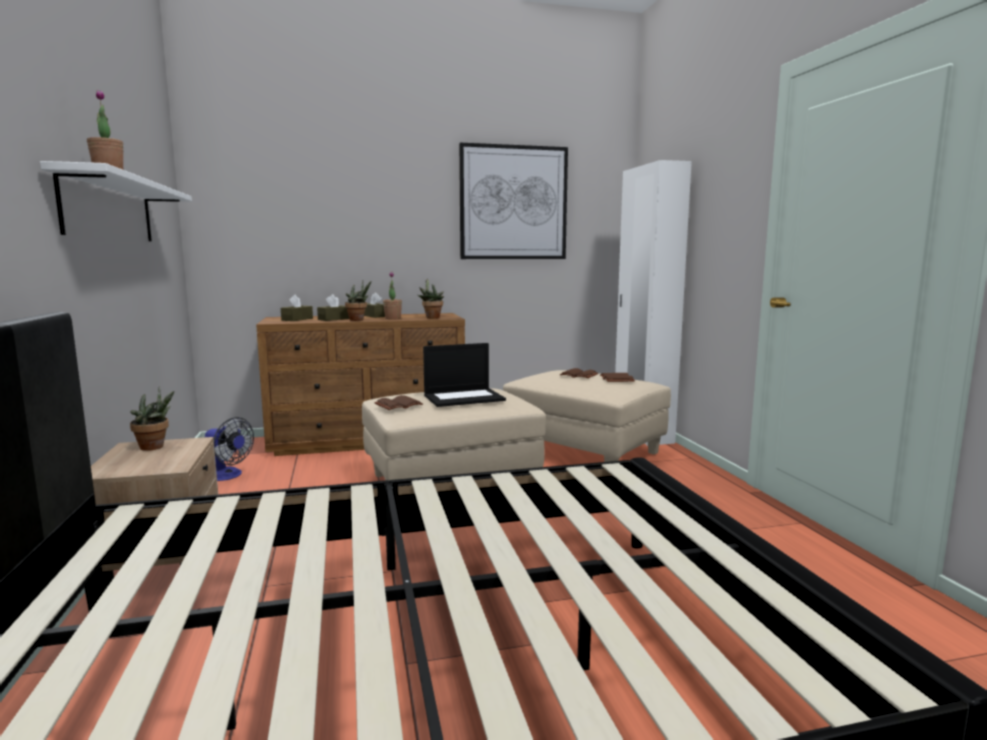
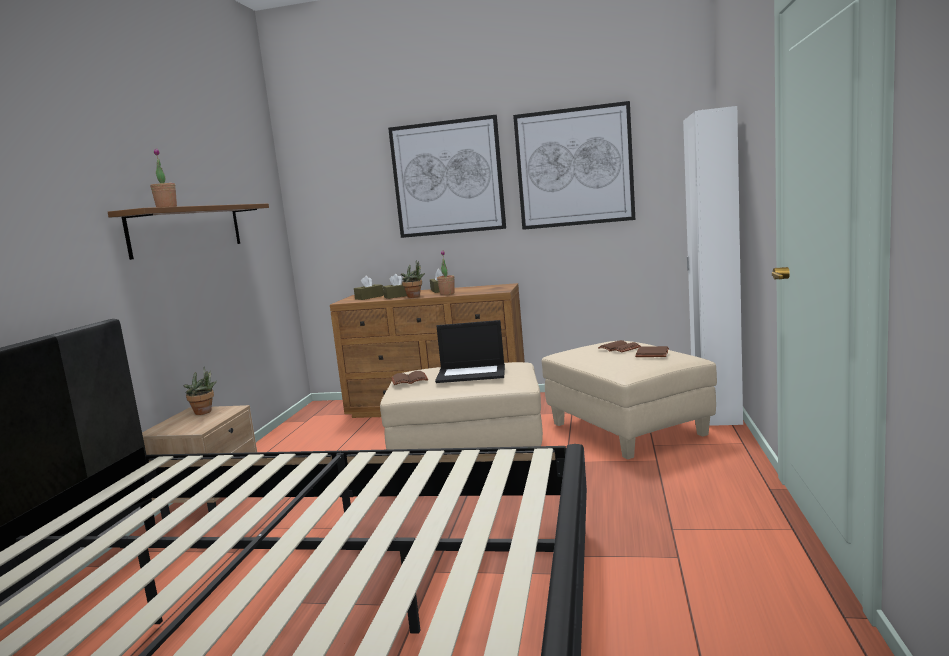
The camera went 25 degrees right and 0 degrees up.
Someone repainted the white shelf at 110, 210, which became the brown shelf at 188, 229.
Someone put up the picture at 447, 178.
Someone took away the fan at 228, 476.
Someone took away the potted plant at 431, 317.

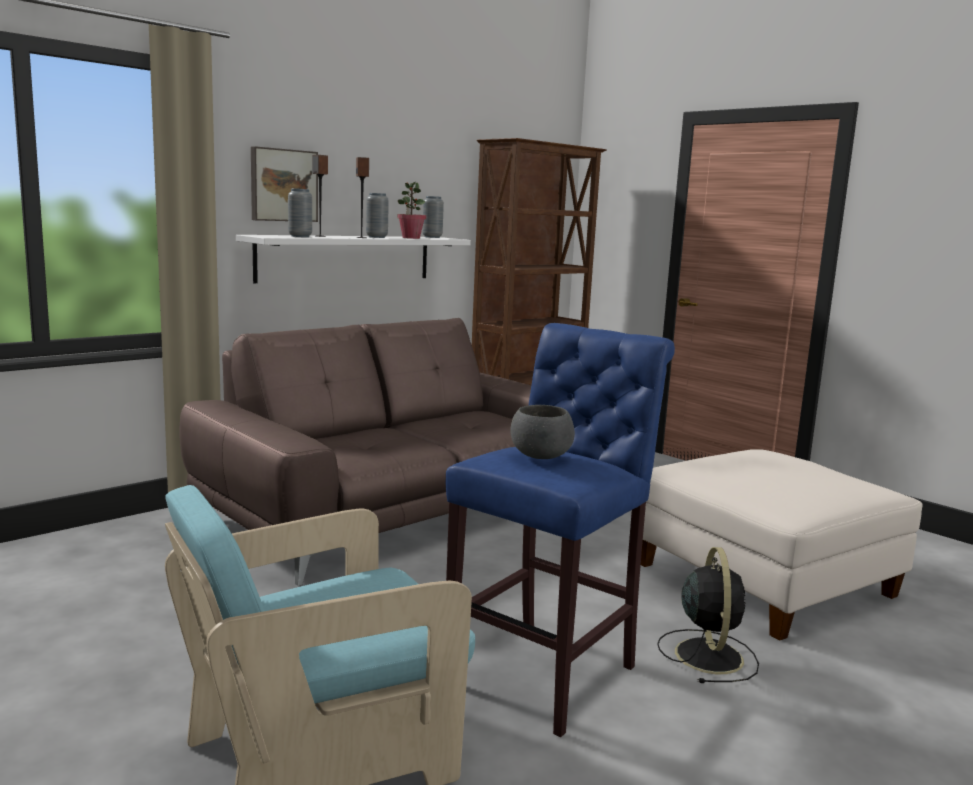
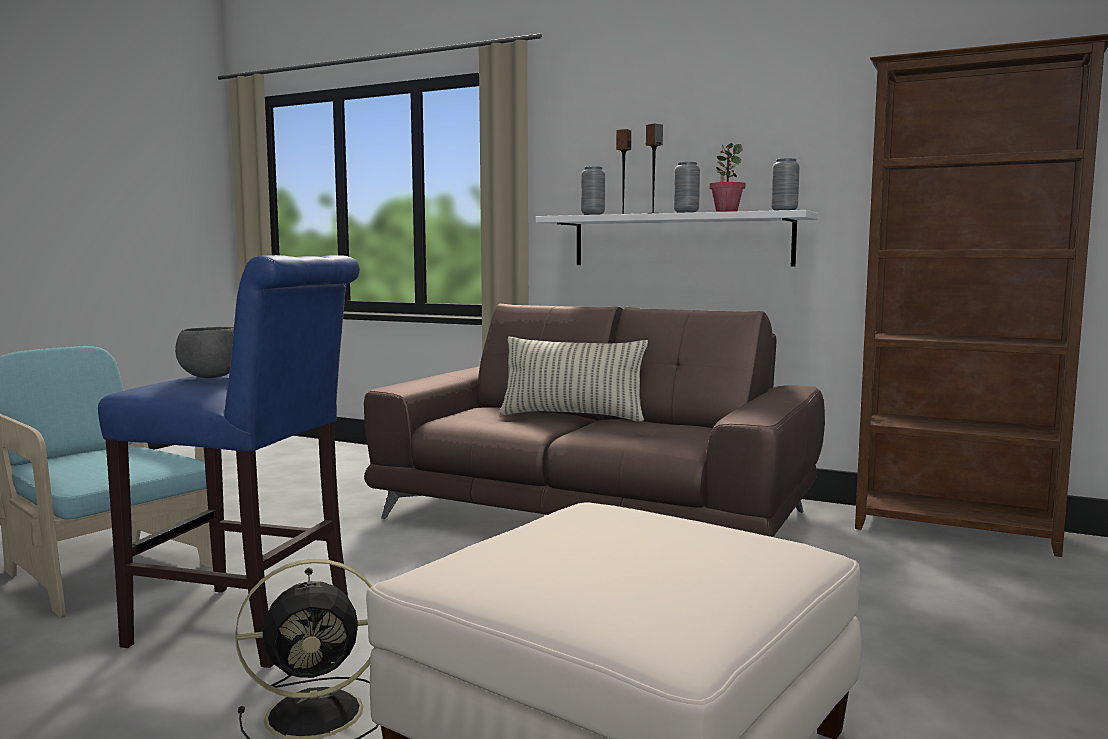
The camera went 70 degrees right and 5 degrees down.
Someone put down the pillow at 572, 416.
Someone took away the picture at 283, 185.

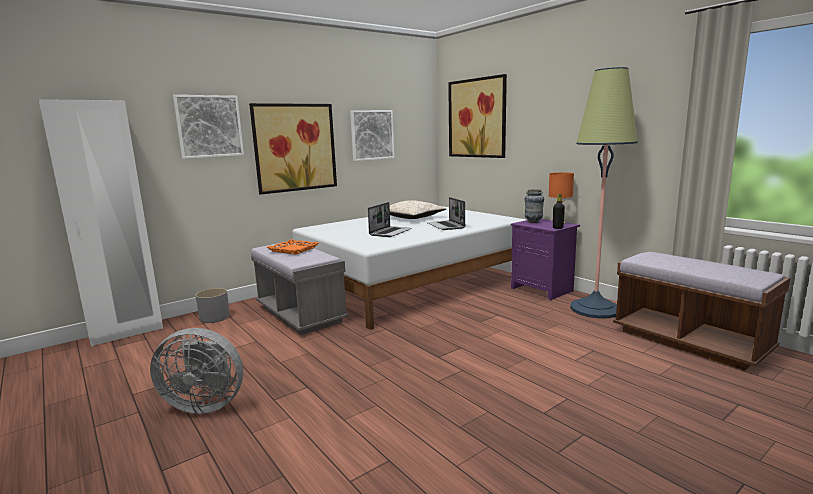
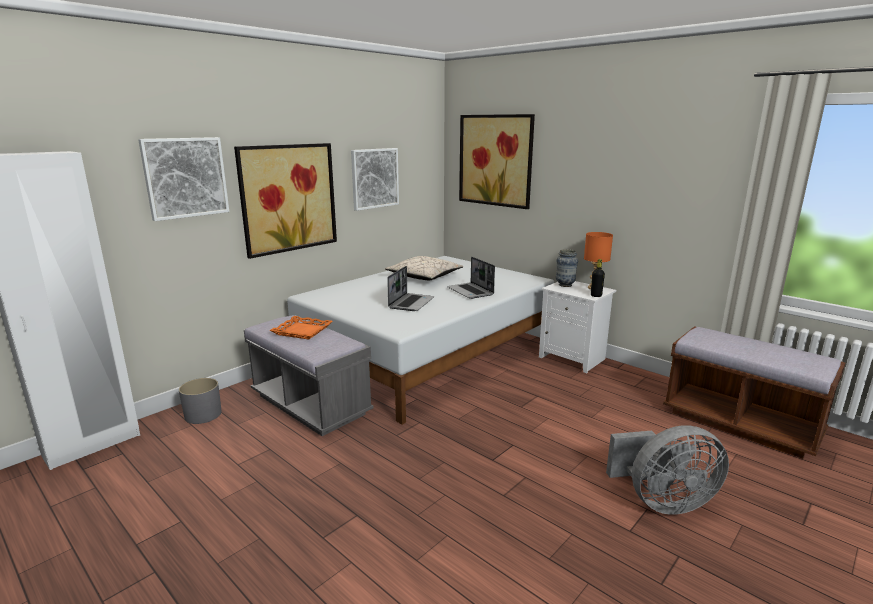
The camera went 10 degrees left and 5 degrees up.
Someone repainted the purple nightstand at 543, 290, which became the white nightstand at 573, 358.
Someone carried the grey fan from 205, 404 to 662, 501.
Someone took away the floor lamp at 595, 309.

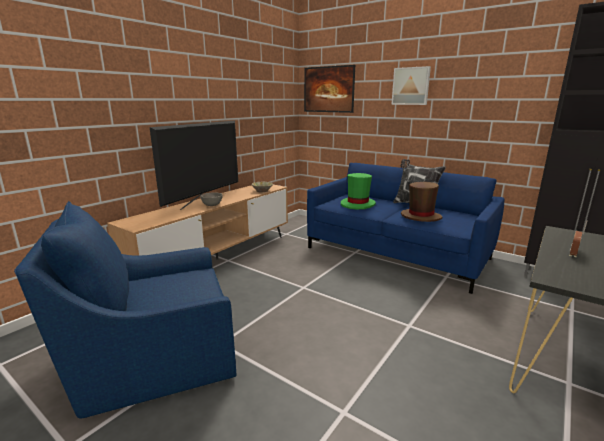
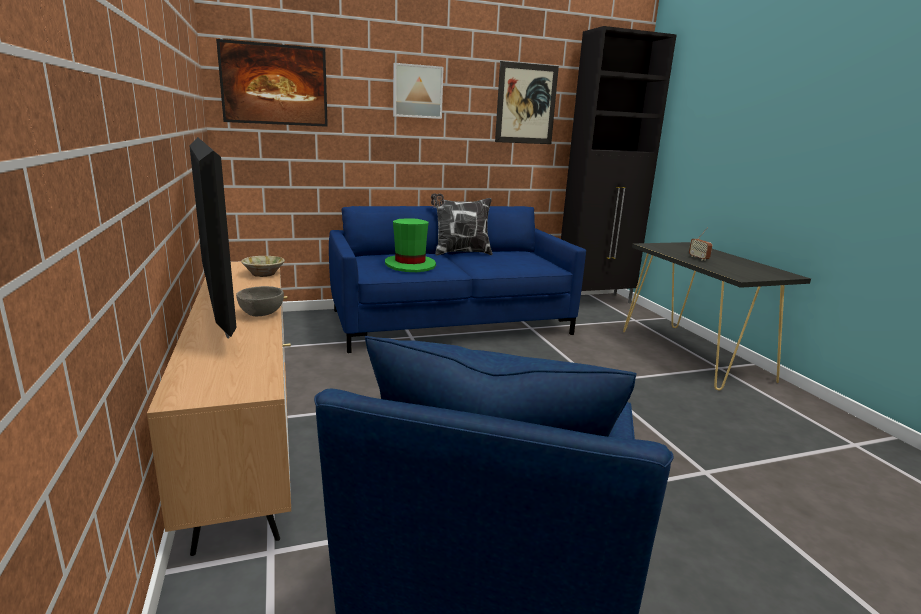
The camera went 55 degrees left and 0 degrees up.
Someone put up the picture at 526, 104.
Someone took away the brown hat at 420, 217.

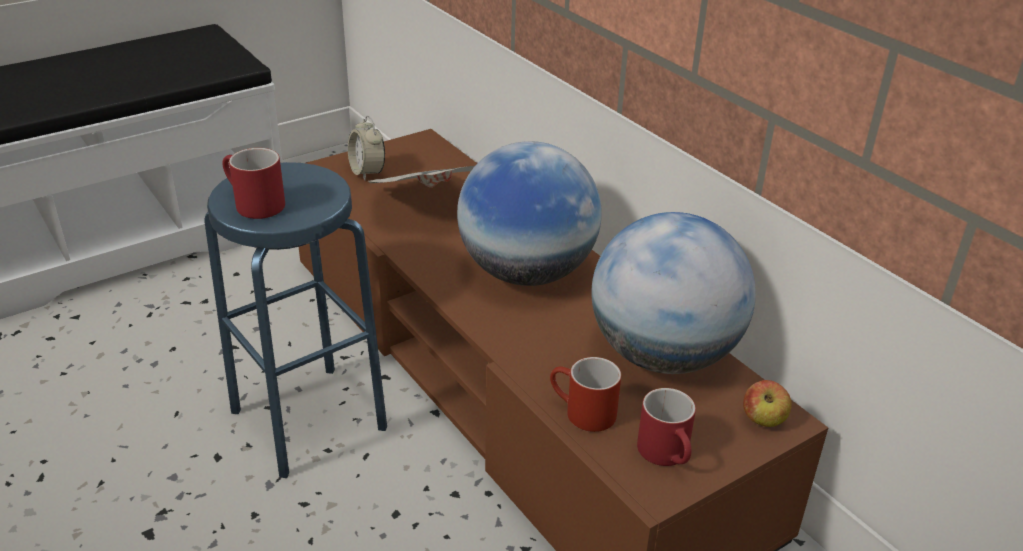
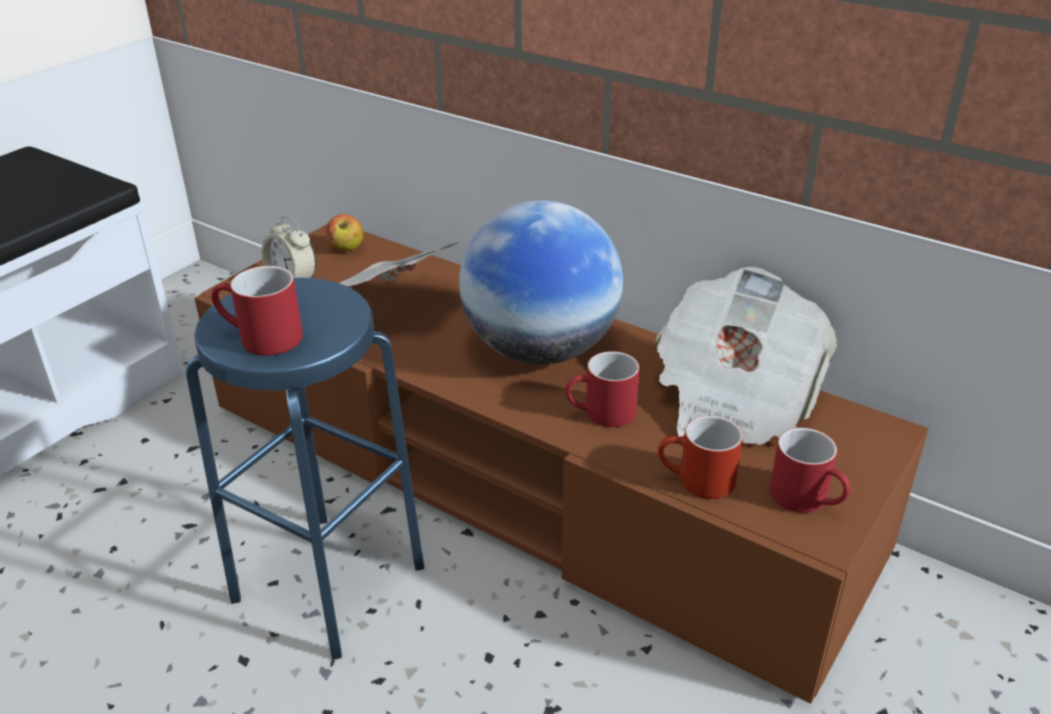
The camera went 20 degrees left and 0 degrees up.
Someone carried the apple from 763, 420 to 346, 248.
Someone put down the red mug at 601, 414.
Someone swapped the globe at 663, 355 for the newspaper at 733, 399.

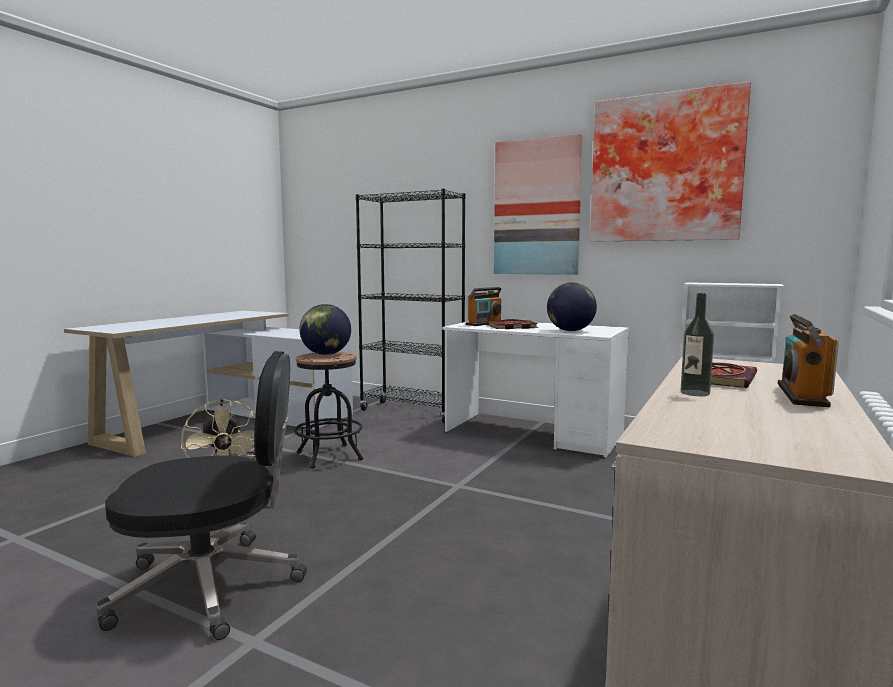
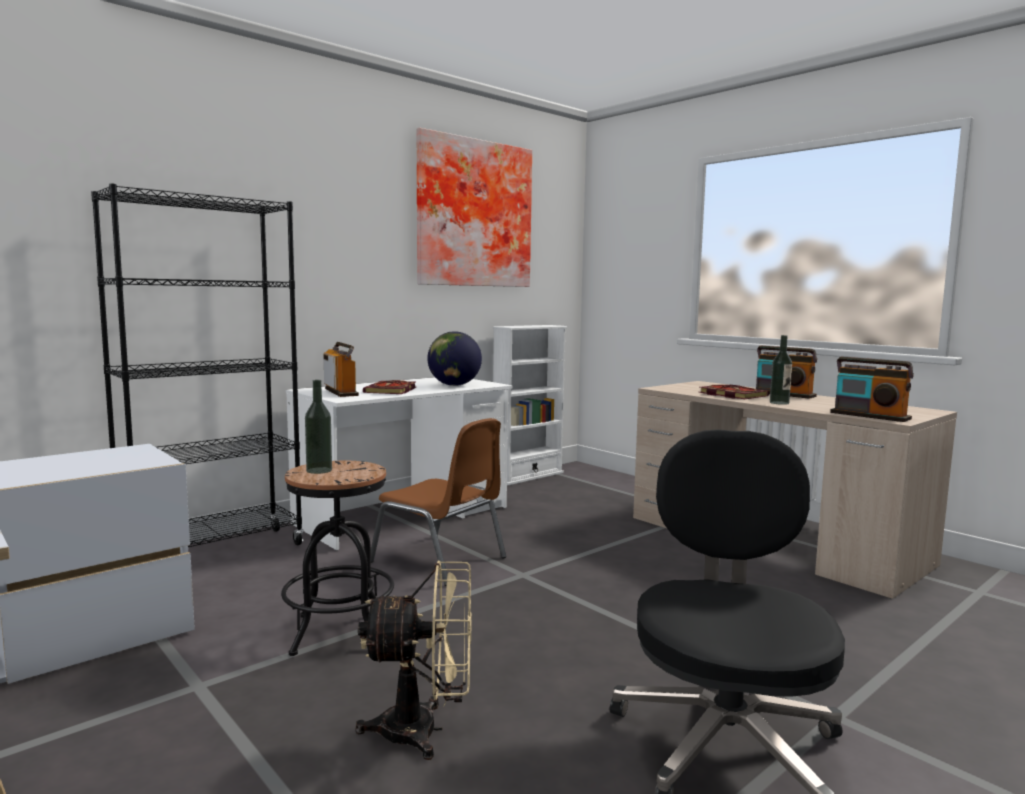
The camera went 70 degrees left and 0 degrees up.
Someone swapped the globe at 325, 354 for the bottle at 319, 470.
Someone put down the brown chair at 440, 560.
Someone put down the radio at 869, 416.
Someone took away the picture at 537, 207.

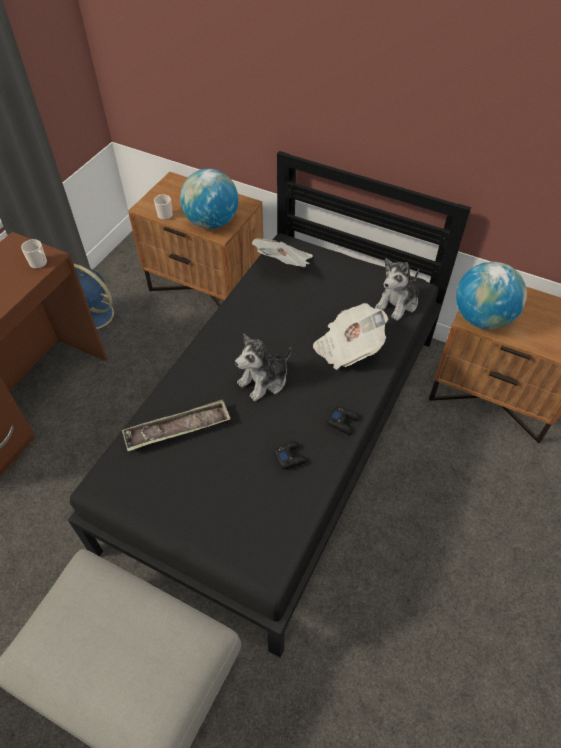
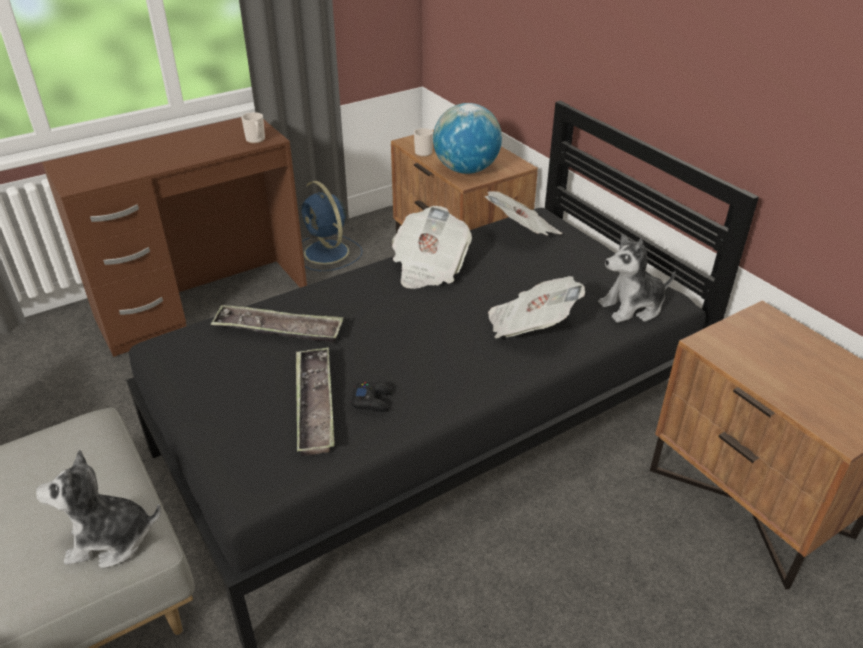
The camera went 30 degrees right and 15 degrees down.
Someone carried the plush toy from 264, 381 to 110, 540.
Someone put down the tray at 315, 404.
Someone put down the newspaper at 428, 267.
Someone took away the black game controller at 343, 422.
Someone took away the globe at 482, 318.

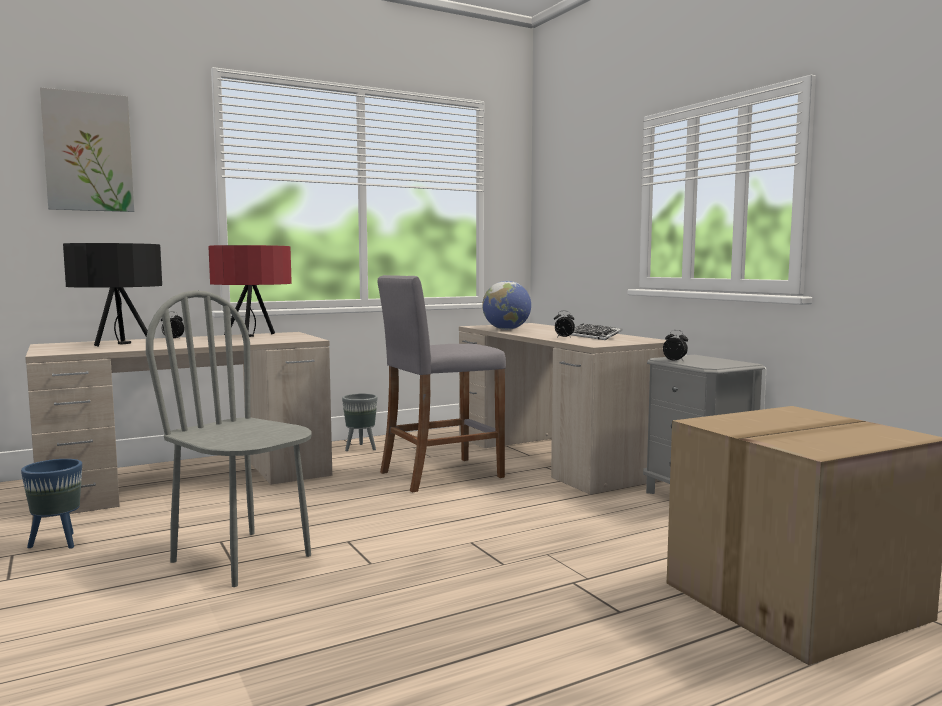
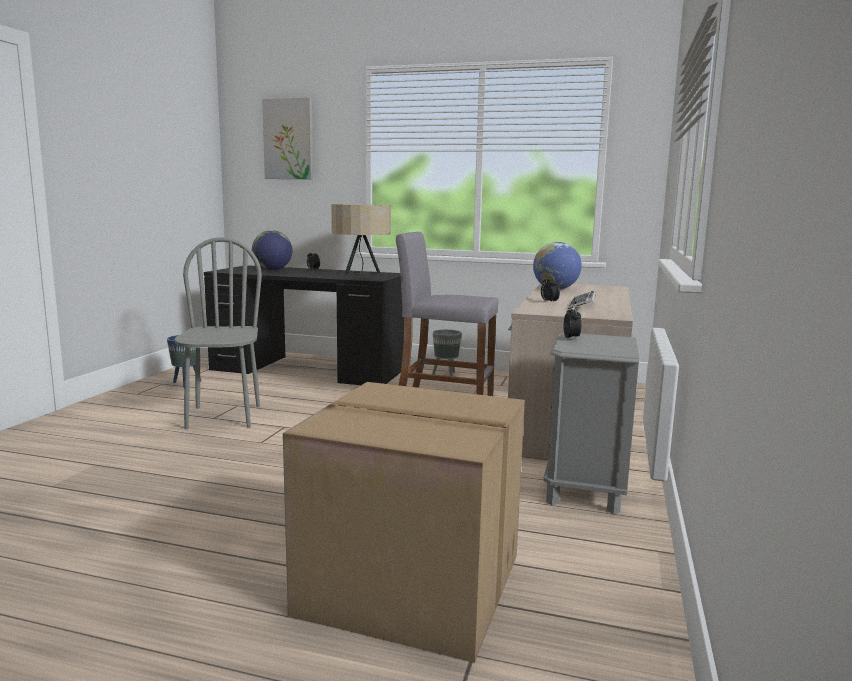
The camera went 45 degrees right and 5 degrees up.
Someone repainted the beige desk at 191, 480, which became the black desk at 309, 369.
Someone swapped the black table lamp at 118, 344 for the globe at 272, 270.
Someone repainted the red table lamp at 253, 336, which became the beige table lamp at 361, 273.

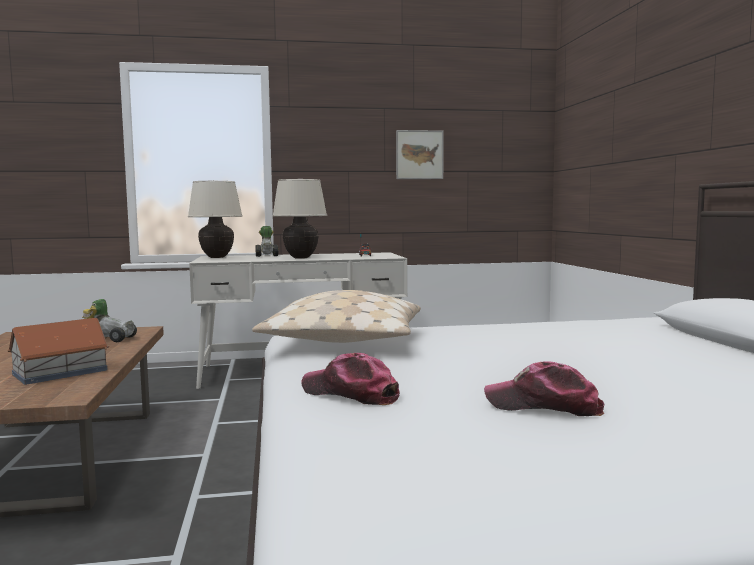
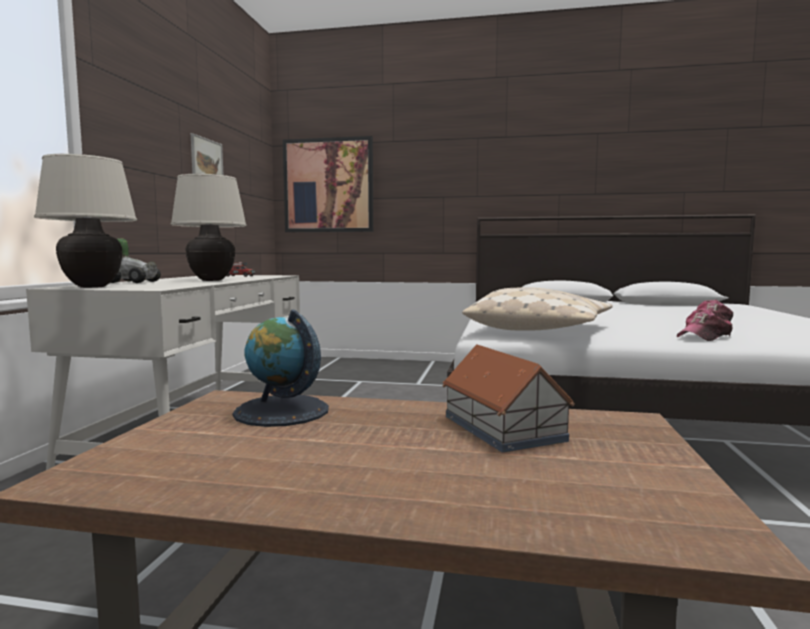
The camera went 70 degrees left and 0 degrees up.
Someone swapped the toy car at 110, 339 for the globe at 281, 411.
Someone put up the picture at 328, 185.

